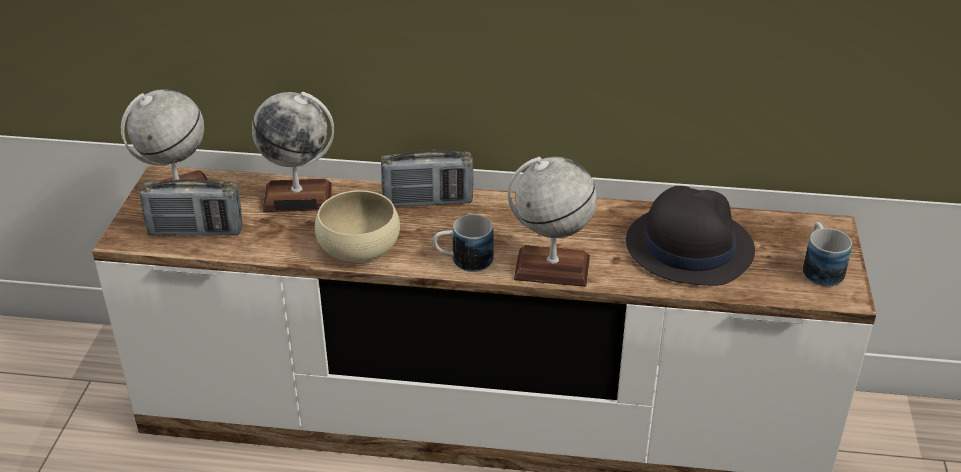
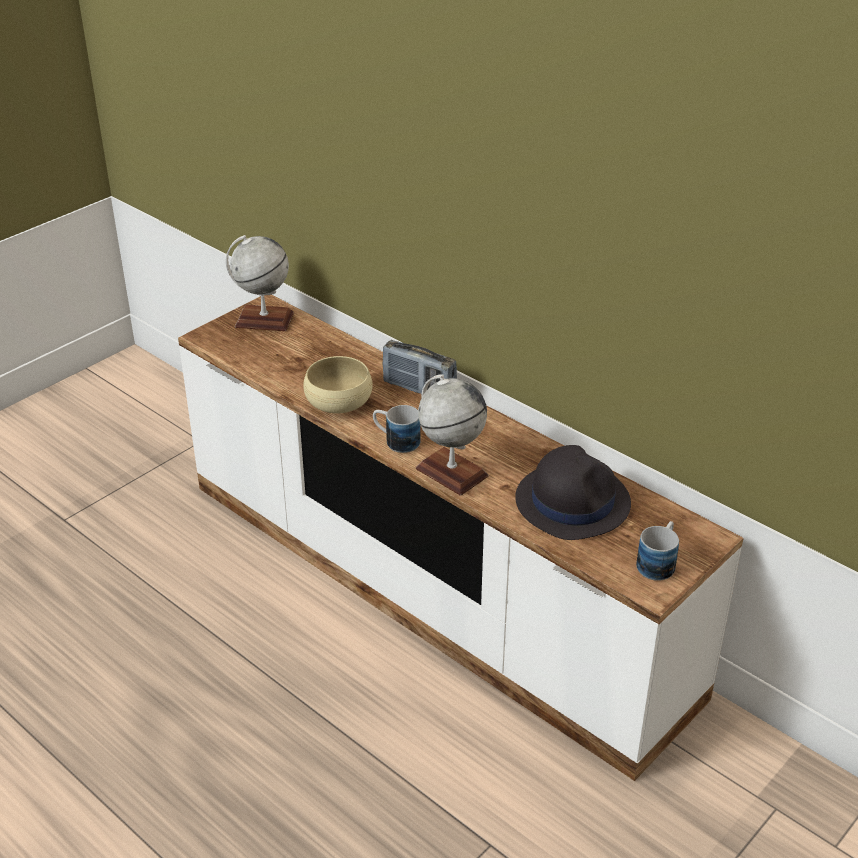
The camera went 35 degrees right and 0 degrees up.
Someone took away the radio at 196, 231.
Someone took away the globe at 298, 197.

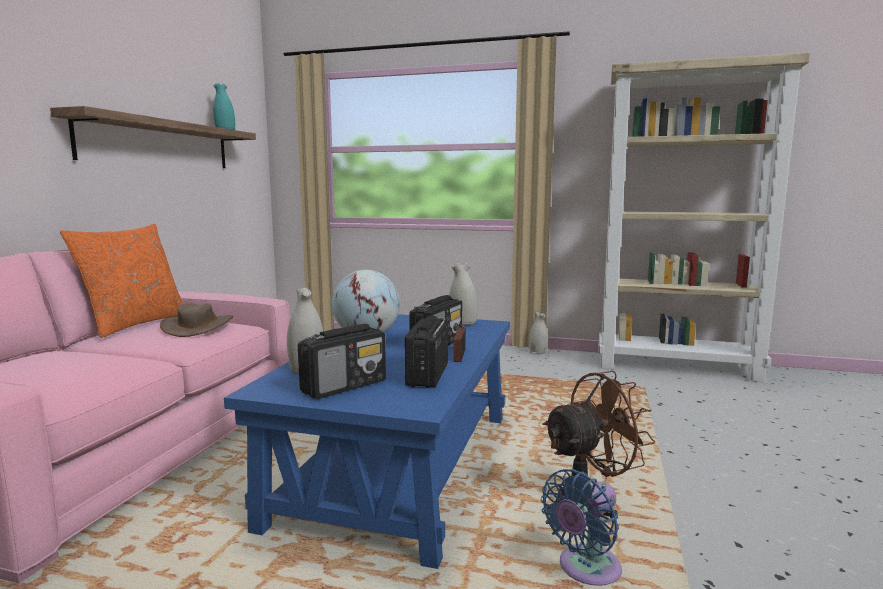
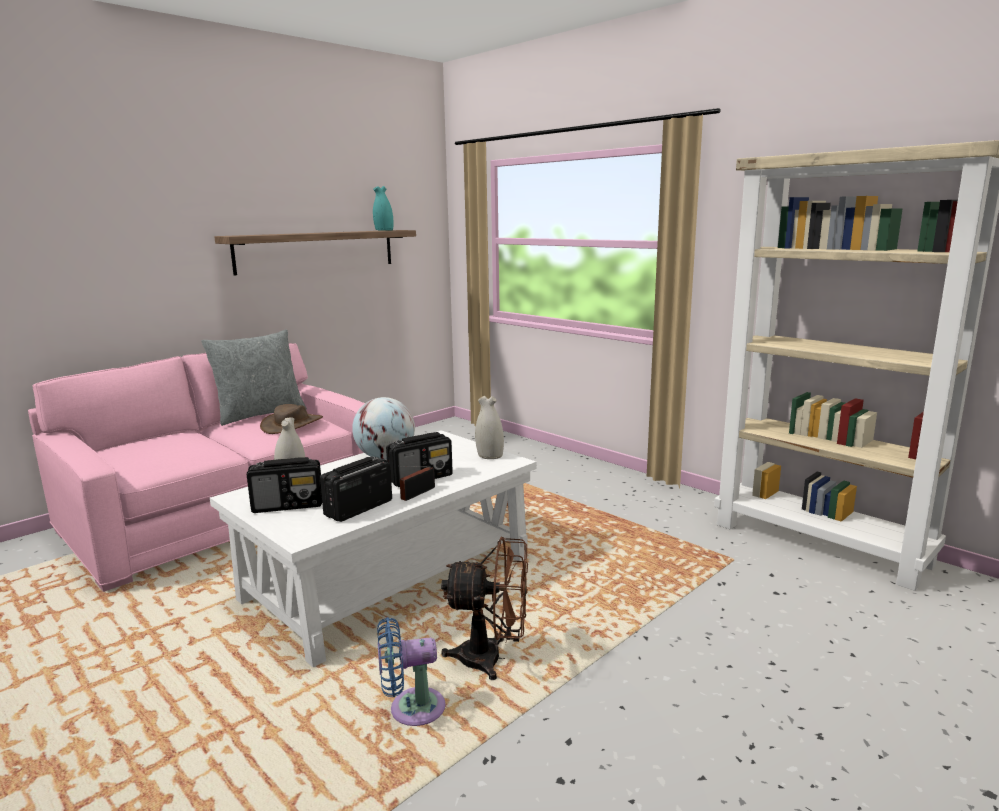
The camera went 30 degrees right and 5 degrees up.
Someone repainted the orange pillow at 135, 324, which became the grey pillow at 259, 414.
Someone repainted the blue coffee table at 399, 465, which became the white coffee table at 389, 578.
Someone took away the white vase at 538, 353.

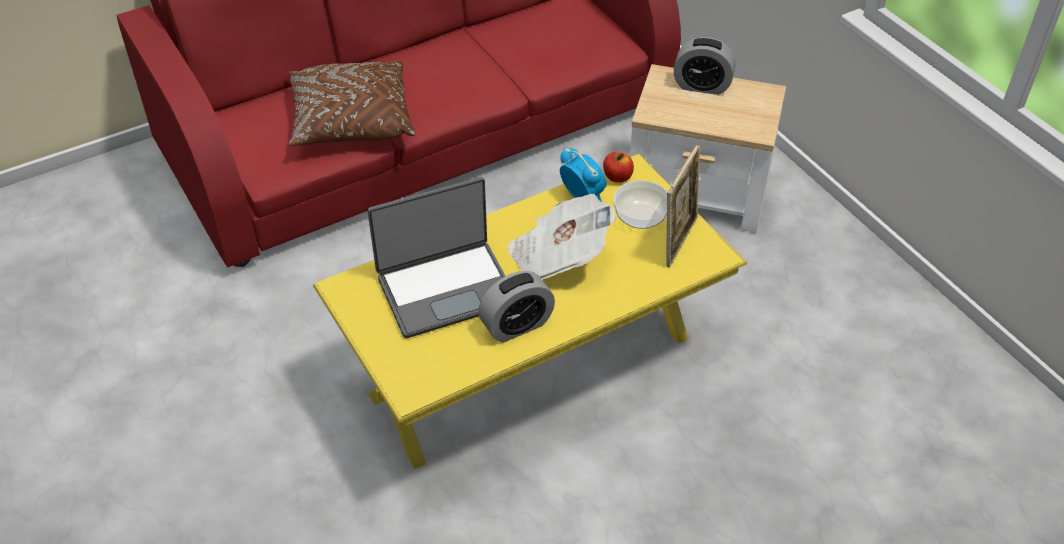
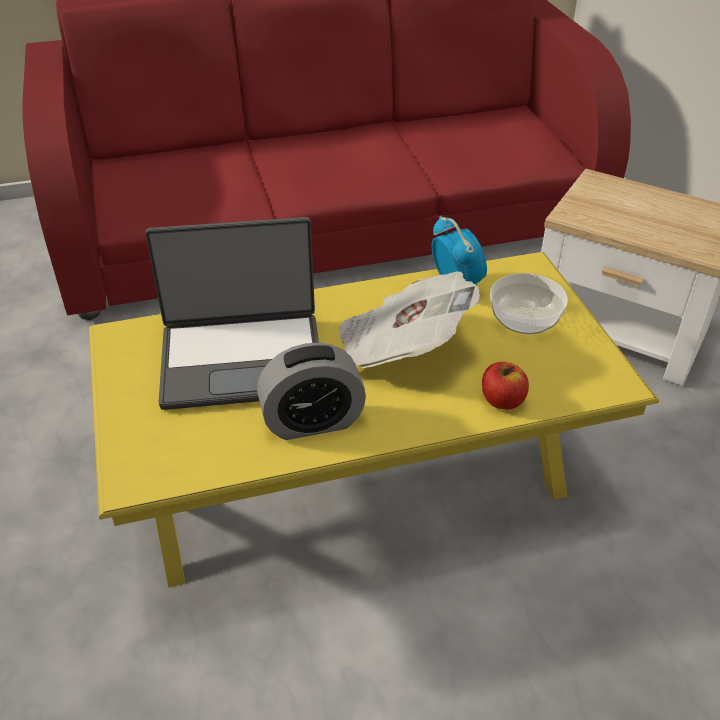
The camera went 15 degrees right and 5 degrees down.
Someone carried the apple from 617, 177 to 502, 400.
Someone took away the brown pillow at 351, 121.
Someone took away the picture frame at 678, 240.
Someone took away the alarm clock at 702, 86.

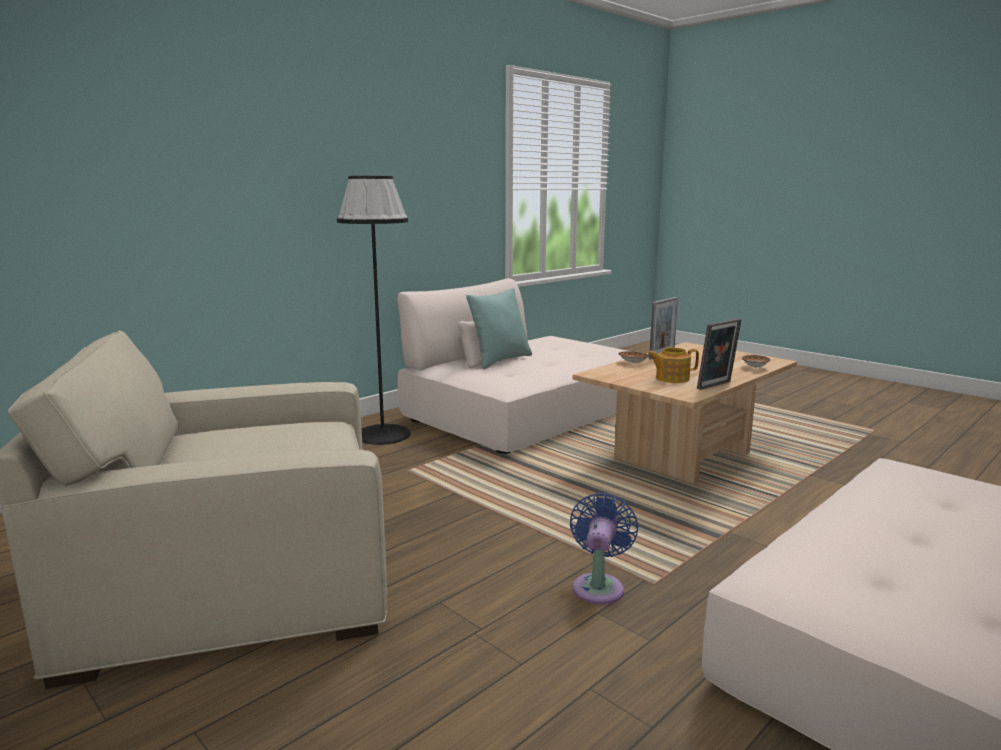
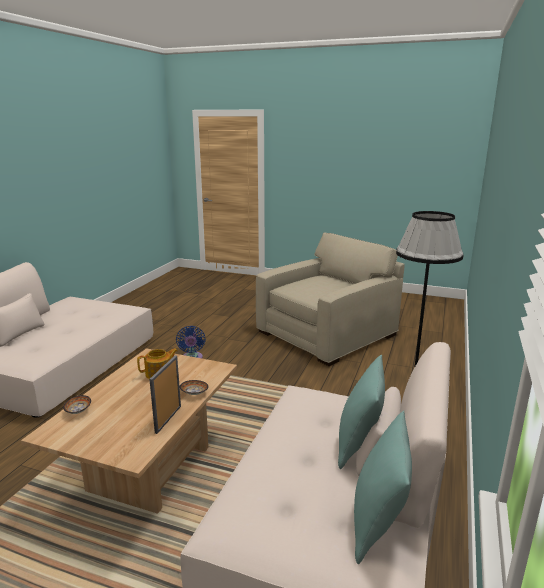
The camera went 155 degrees right and 5 degrees up.
Someone put down the turquoise pillow at 378, 523.
Someone took away the picture frame at 716, 386.

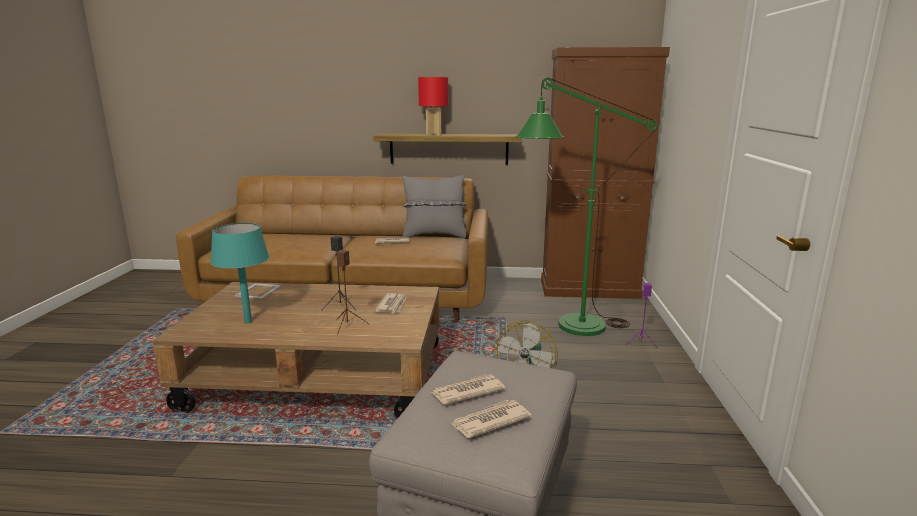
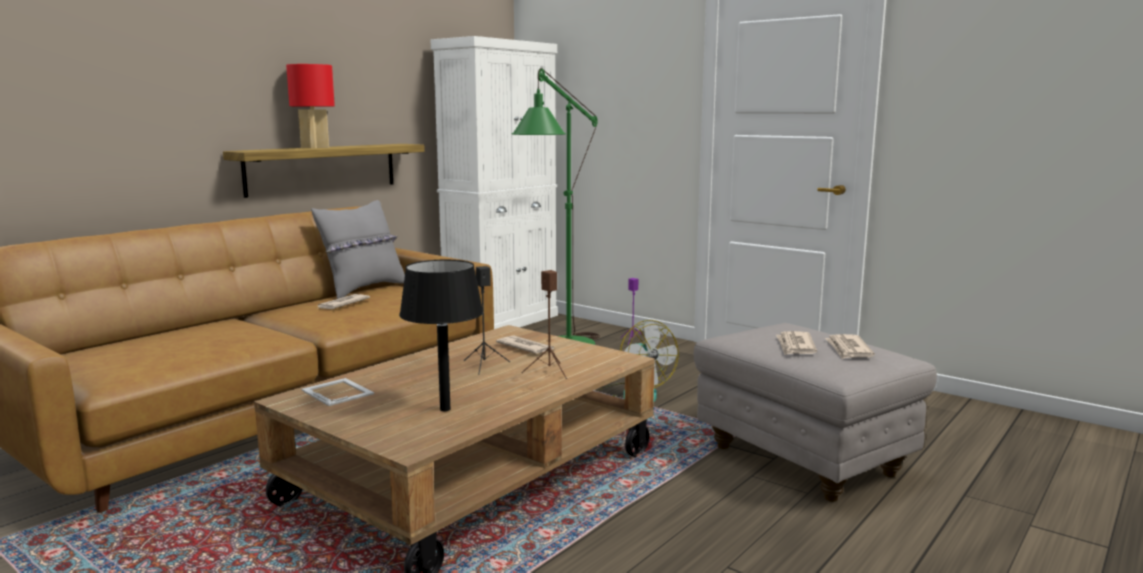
The camera went 55 degrees left and 5 degrees down.
Someone repainted the turquoise table lamp at 248, 322, which became the black table lamp at 445, 409.
Someone repainted the brown cabinet at 589, 289, which became the white cabinet at 502, 322.

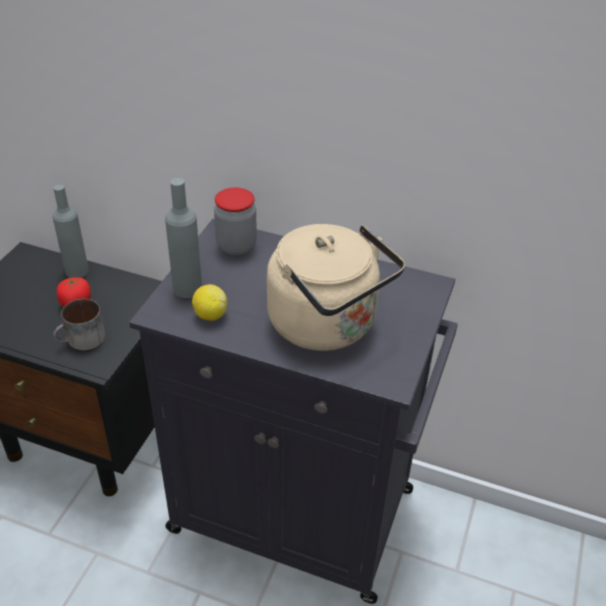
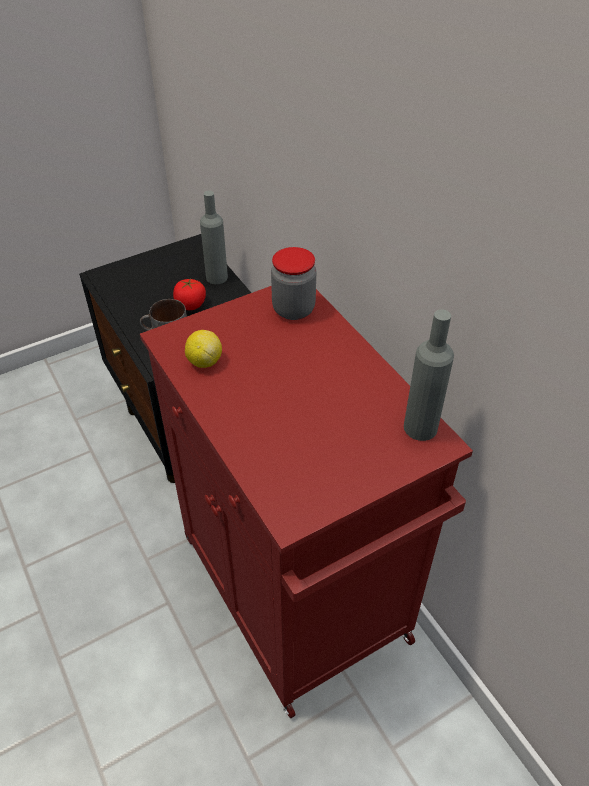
The camera went 40 degrees right and 5 degrees up.
Someone repainted the black cabinet at 297, 512, which became the red cabinet at 296, 592.
Someone carried the grey bottle from 187, 288 to 420, 427.
Someone took away the beige kettle at 327, 326.

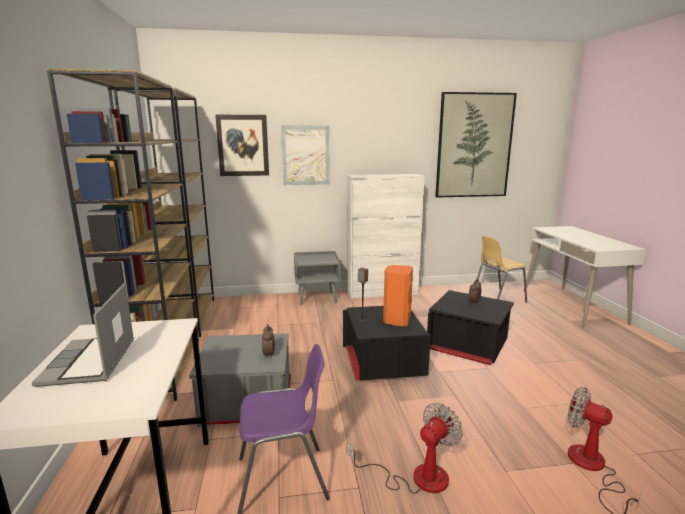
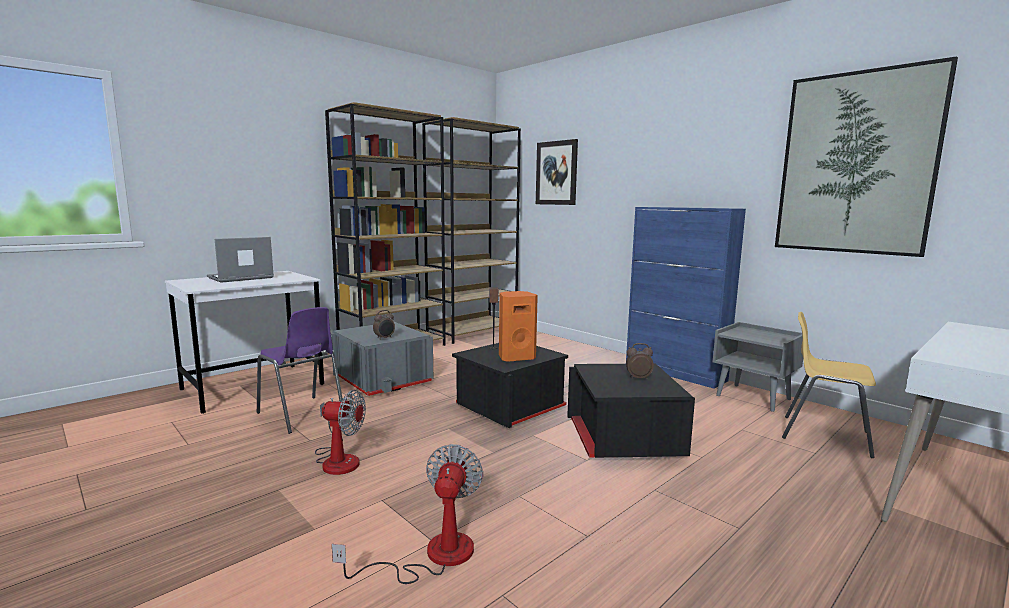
The camera went 55 degrees right and 5 degrees down.
Someone repainted the white cabinet at 382, 292, which became the blue cabinet at 675, 372.
Someone carried the grey nightstand from 317, 298 to 754, 397.
Someone took away the picture at 305, 155.

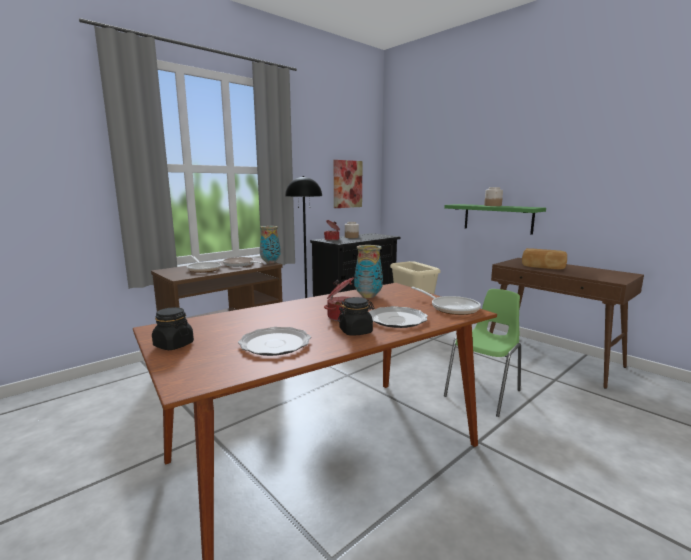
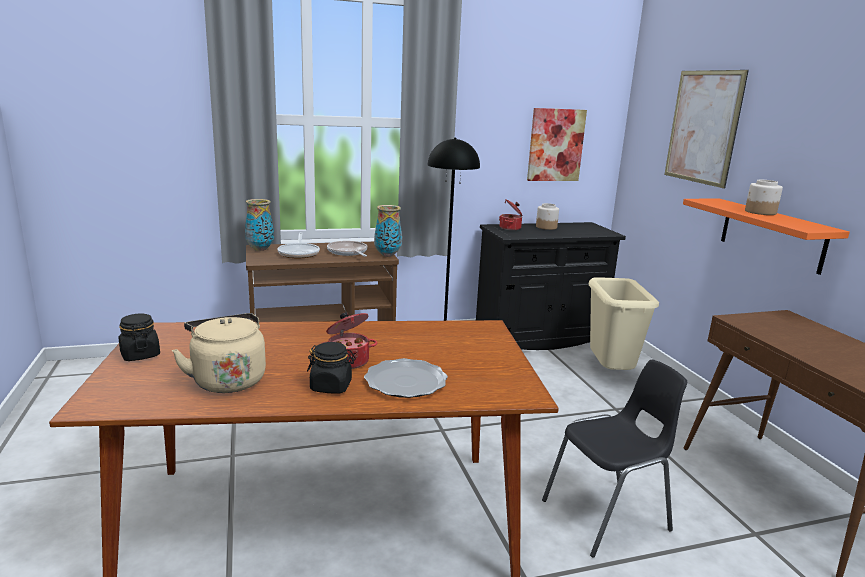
The camera went 25 degrees right and 5 degrees up.
Someone swapped the plate at 275, 344 for the beige kettle at 227, 379.
Someone carried the vase from 368, 296 to 260, 249.
Someone repainted the green chair at 484, 393, which became the black chair at 607, 516.
Someone put up the picture at 703, 127.
Someone repainted the green shelf at 497, 218, which became the orange shelf at 771, 234.
Someone took away the frying pan at 451, 308.
Someone took away the bread at 543, 267.

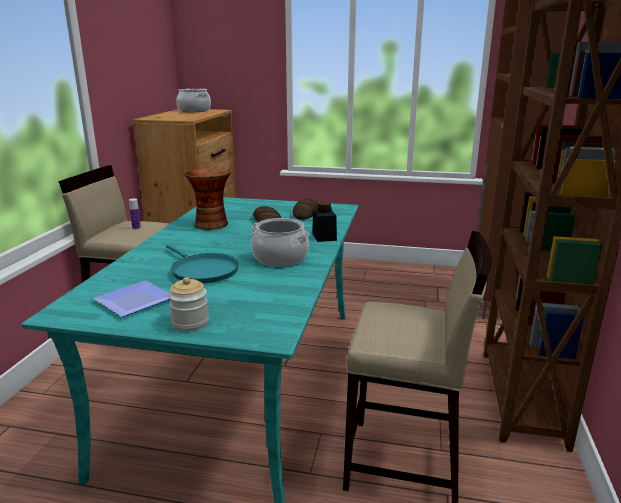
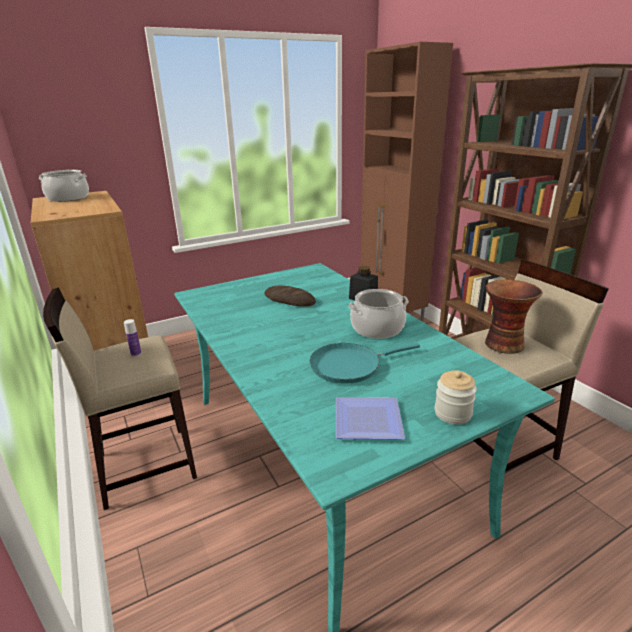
The camera went 40 degrees left and 5 degrees up.
Someone rotated the turquoise frying pan at 202, 271 by 150 degrees clockwise.
Someone carried the vase from 211, 224 to 502, 344.
Someone took away the bread at 306, 212.

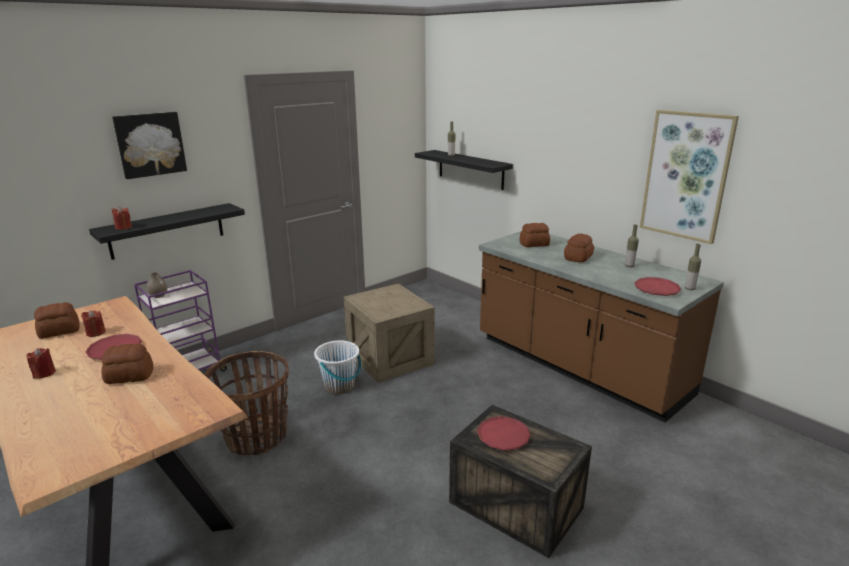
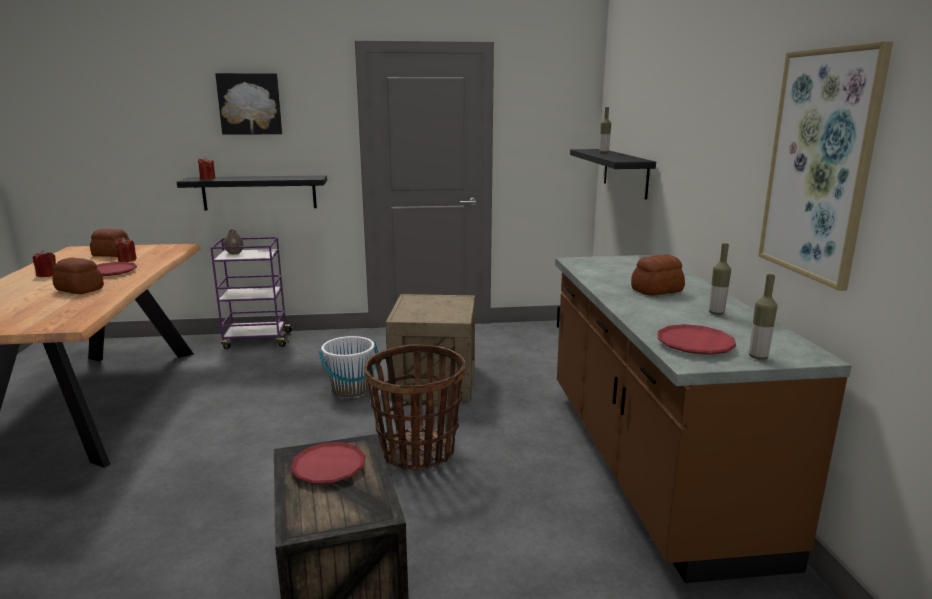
The camera went 35 degrees right and 5 degrees down.
Someone carried the basket from 256, 437 to 417, 451.
Someone took away the bread at 534, 244.

